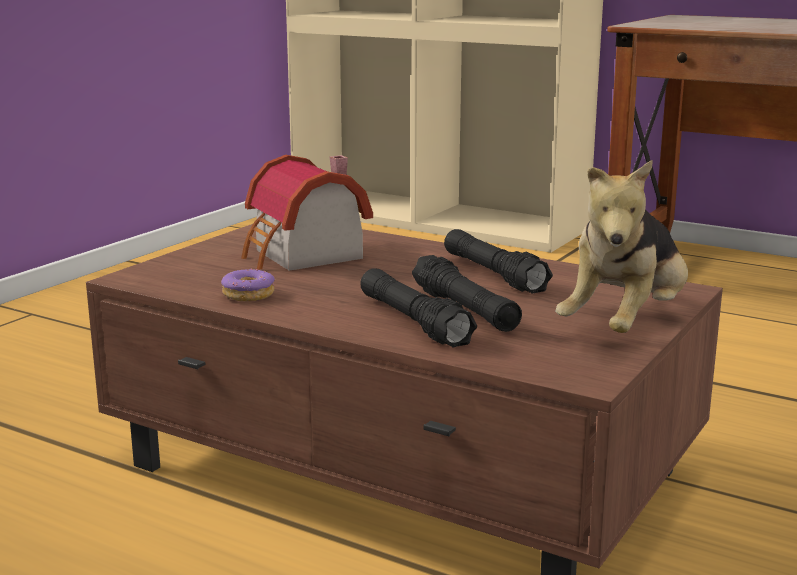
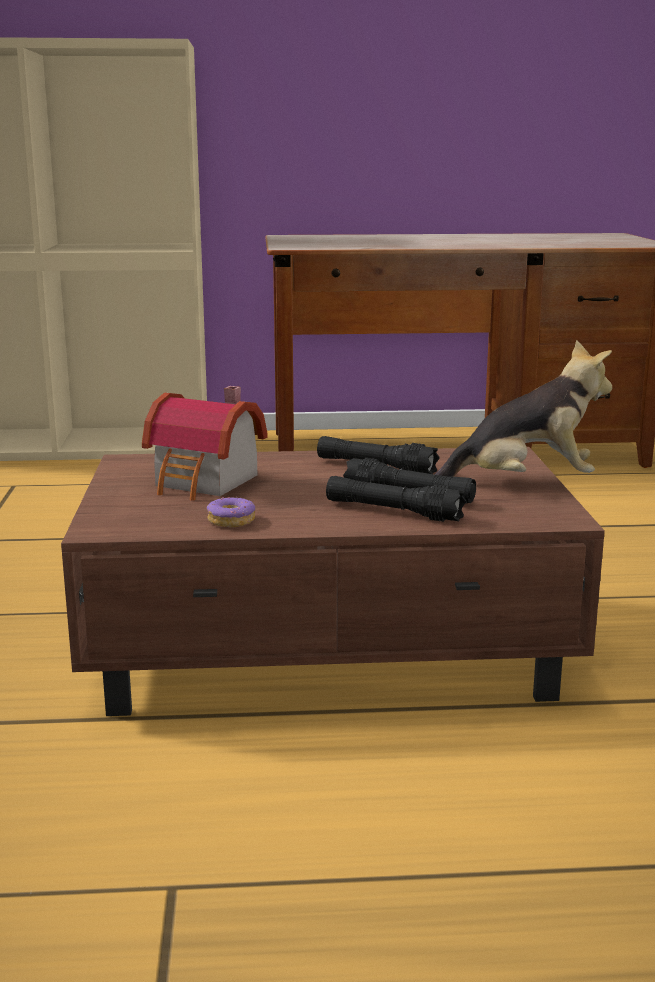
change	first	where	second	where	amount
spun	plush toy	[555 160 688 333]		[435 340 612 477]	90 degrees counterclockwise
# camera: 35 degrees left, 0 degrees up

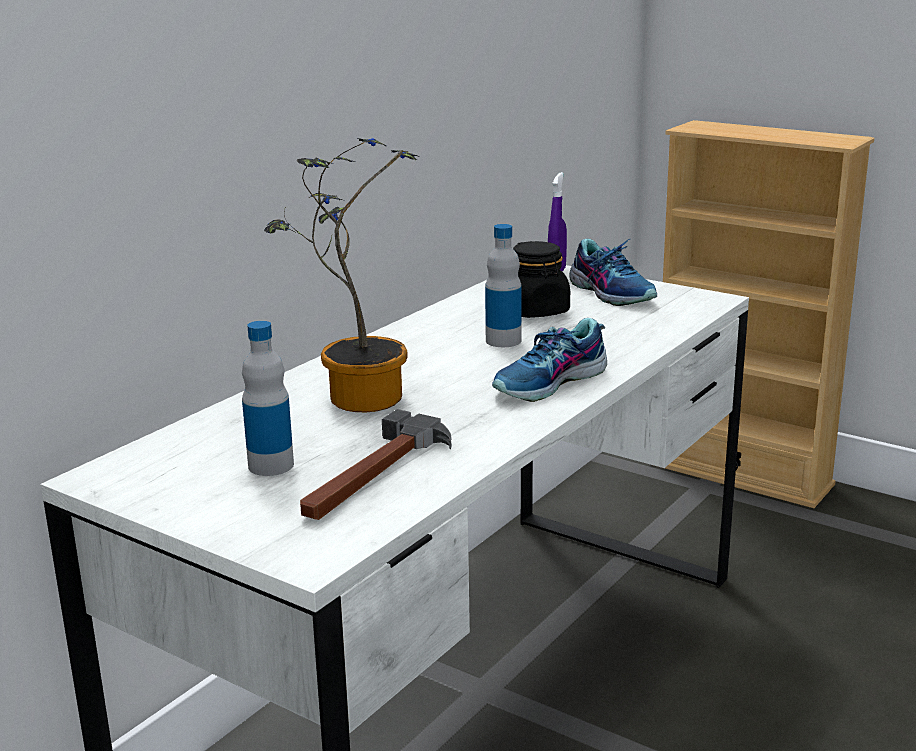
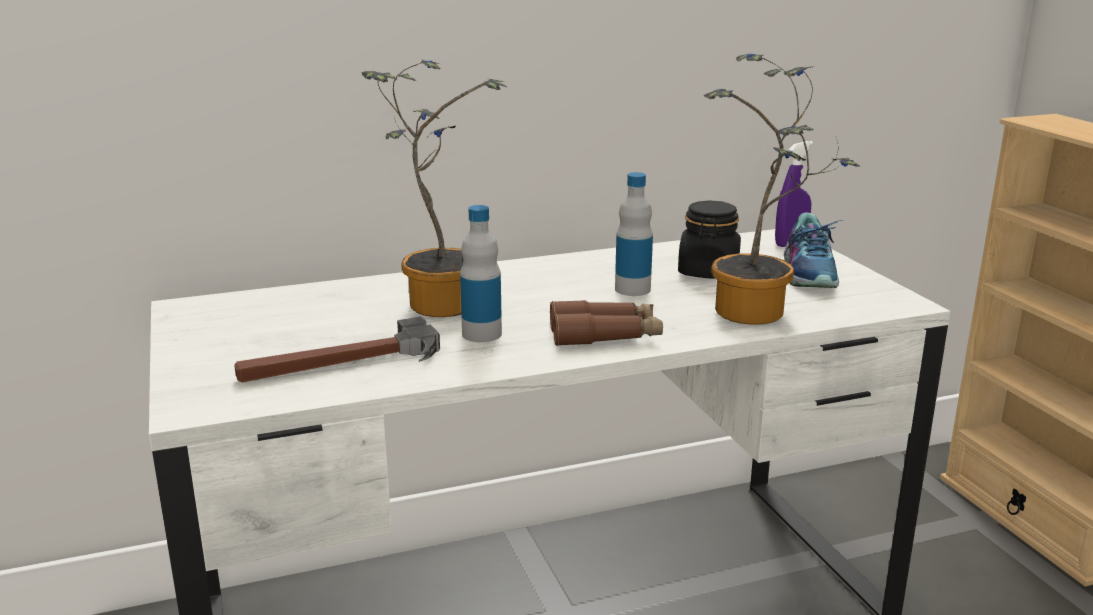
change	first	where	second	where	amount
exchanged	low shoe	[492 318 607 402]	brownish binoculars	[550 300 663 346]	
relocated	beverage bottle	[242 321 294 476]		[460 205 502 342]	
appeared			plant in a pot	[704 54 860 325]	
# camera: 35 degrees right, 0 degrees up

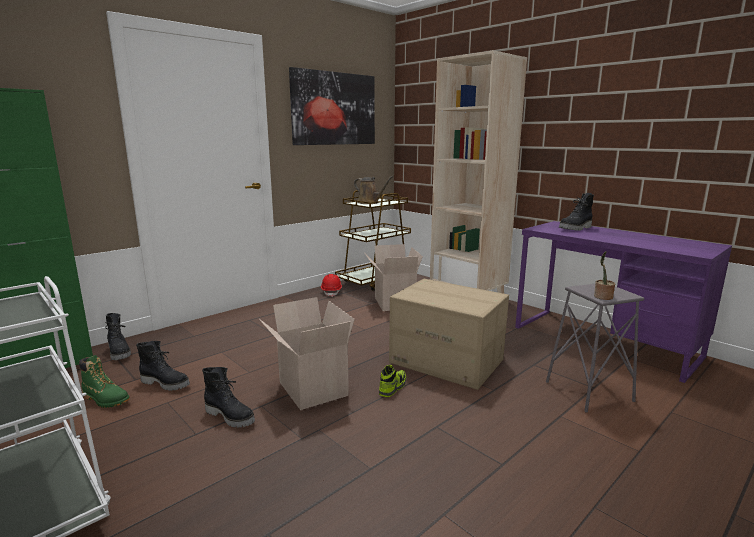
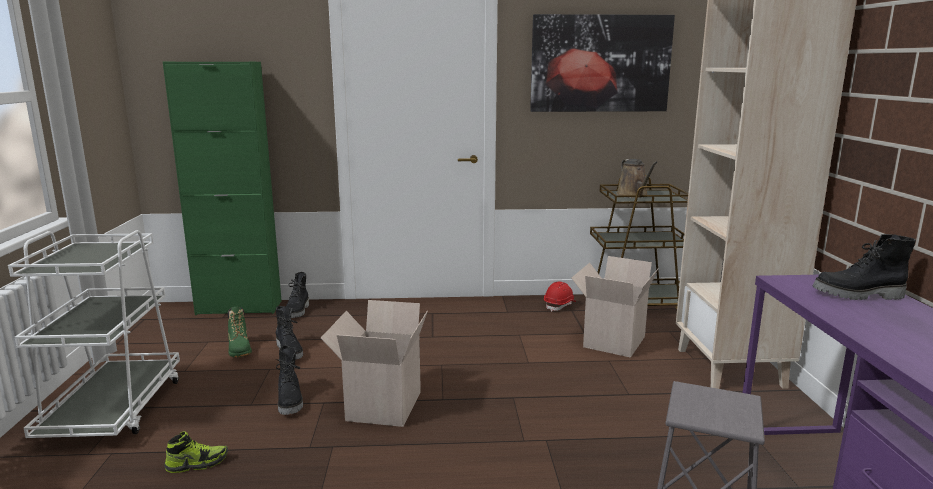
change	first	where	second	where	amount
missing	plant in a pot	[594 251 615 300]			
missing	carton	[389 279 509 390]			
relocated	low shoe	[379 365 406 397]		[164 431 228 473]	
# camera: 40 degrees right, 0 degrees up

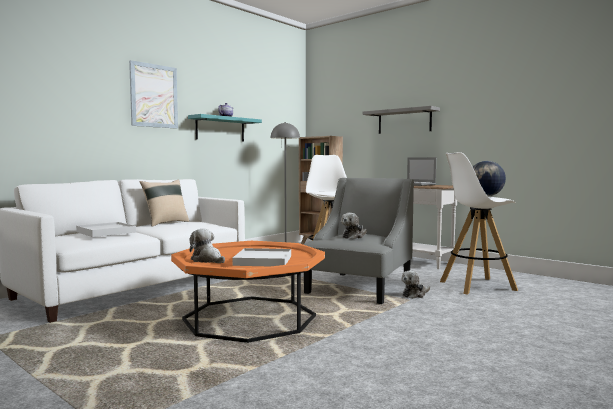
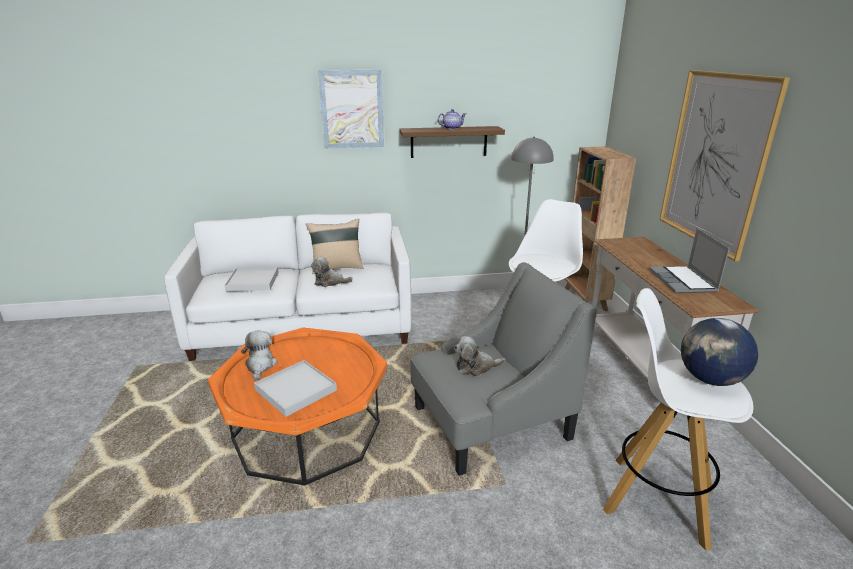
change	first	where	second	where	amount
exchanged	grey bracket shelf	[362 106 440 134]	picture	[659 70 790 261]	
colour	blue-green bracket shelf	[188 114 262 142]	brownish bracket shelf	[400 126 505 158]	
relocated	plush toy	[401 270 430 299]		[311 257 353 287]	
# camera: 40 degrees right, 20 degrees up

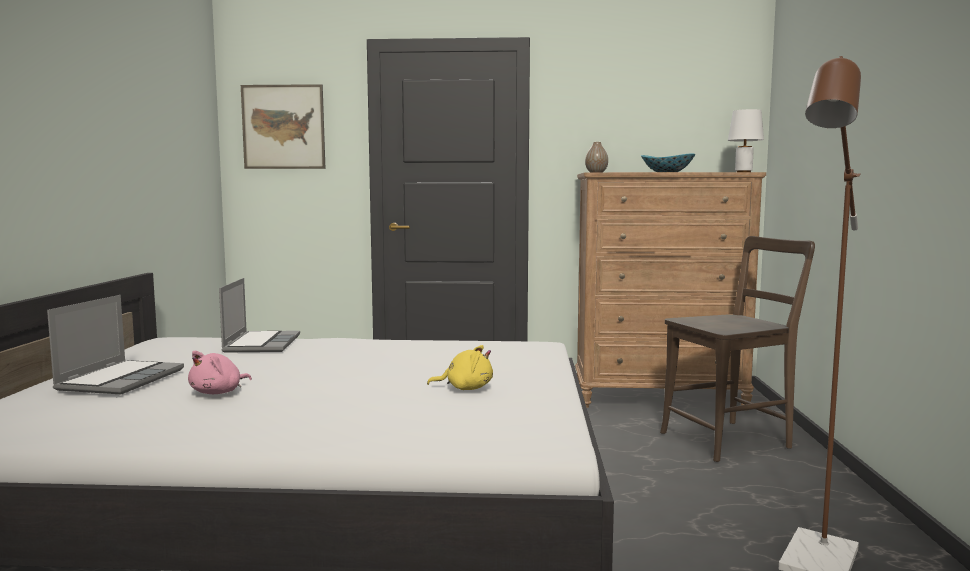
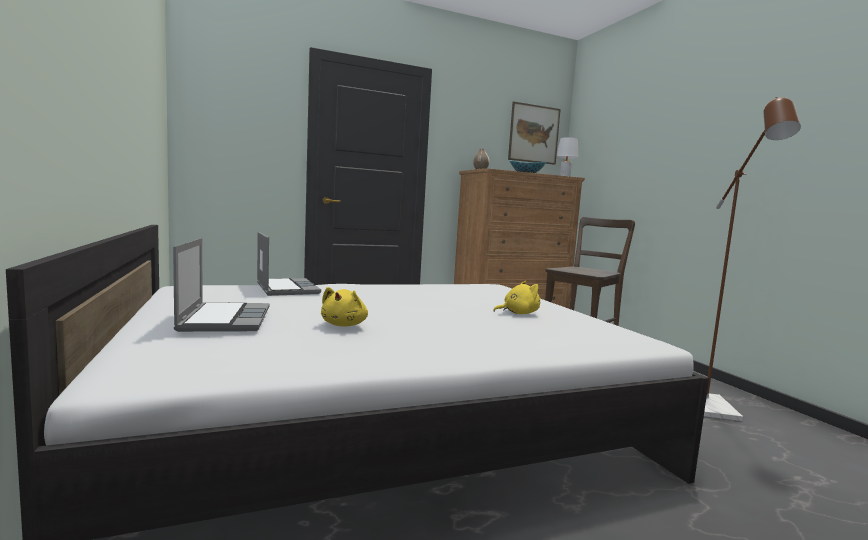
change	first	where	second	where	amount
relocated	picture	[241 84 326 169]		[508 101 561 165]	
colour	pink plush toy	[188 351 252 394]	yellow plush toy	[321 287 368 326]	
# camera: 25 degrees left, 0 degrees up

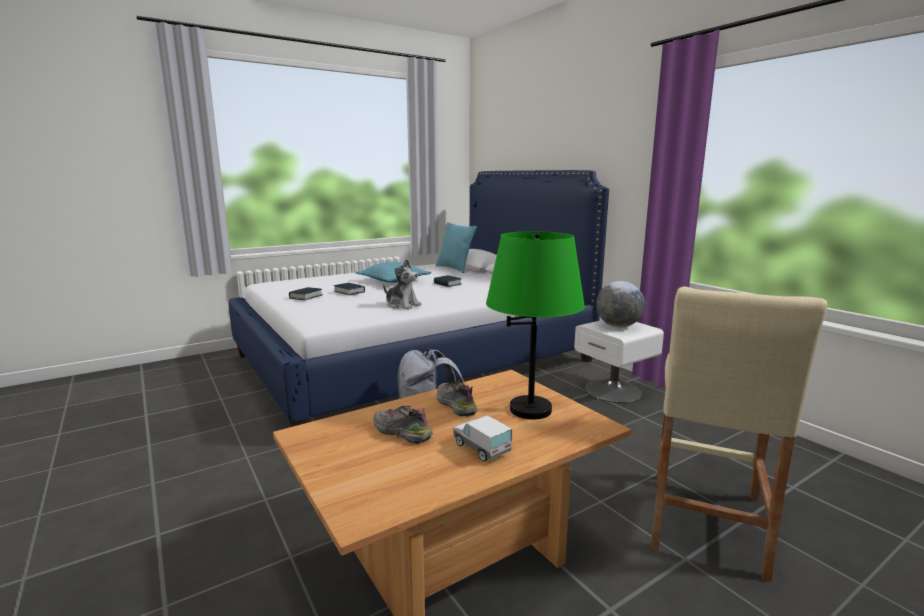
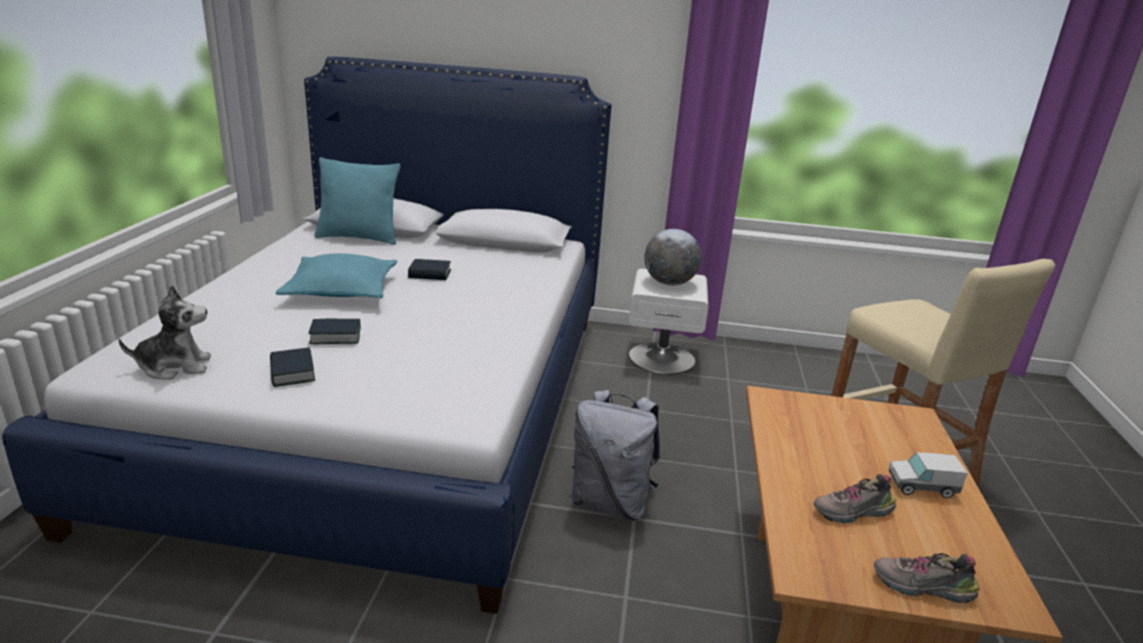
change	first	where	second	where	amount
missing	greenish table lamp	[486 231 585 420]			
relocated	plush toy	[383 259 421 309]		[118 285 211 380]	
relocated	low shoe	[437 381 477 416]		[874 553 980 603]	
# camera: 50 degrees left, 10 degrees up

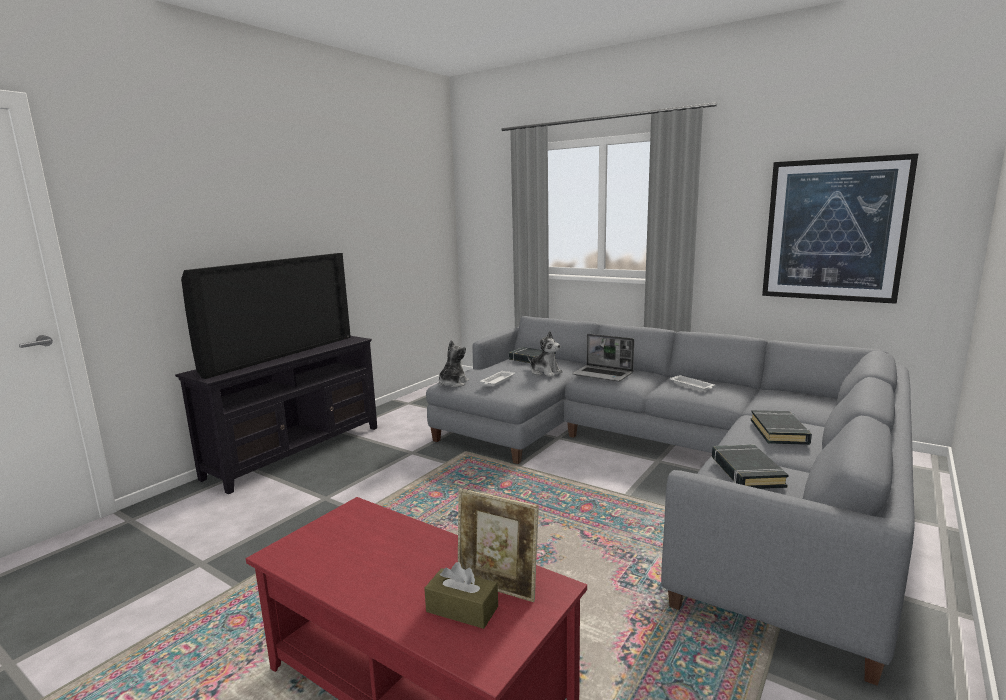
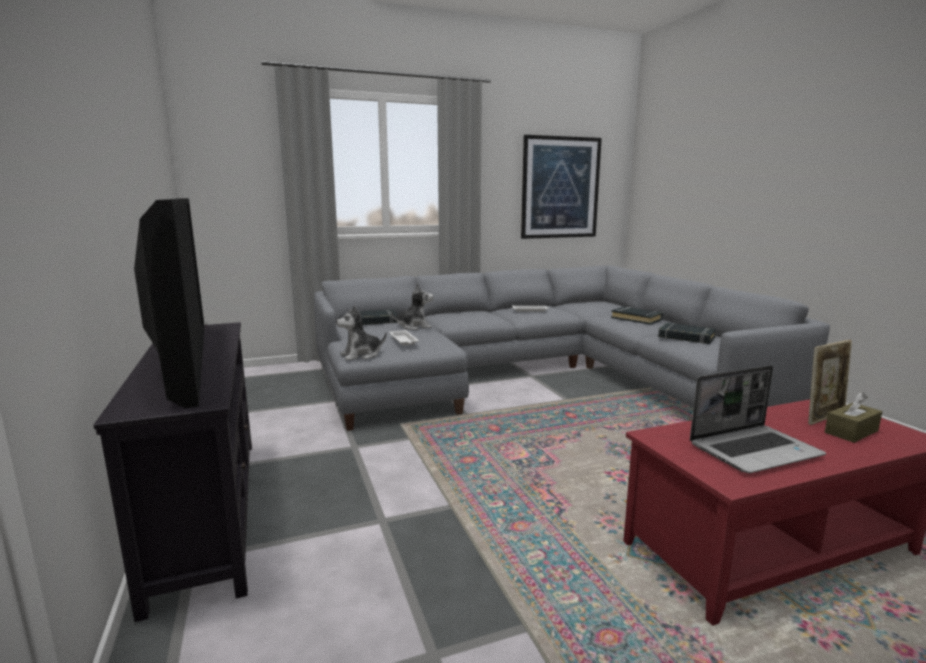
change	first	where	second	where	amount
relocated	laptop	[572 334 634 382]		[690 365 826 473]	
spun	plush toy	[439 340 469 388]		[336 305 387 360]	90 degrees counterclockwise
# camera: 55 degrees left, 0 degrees up

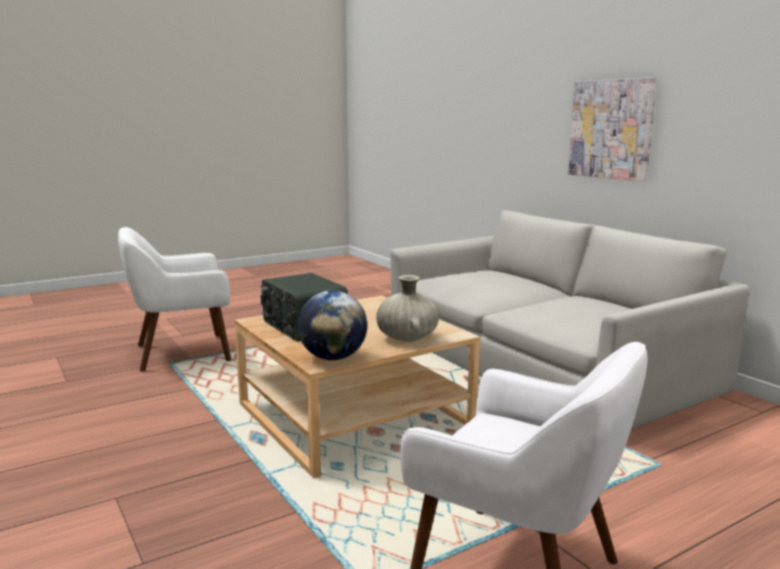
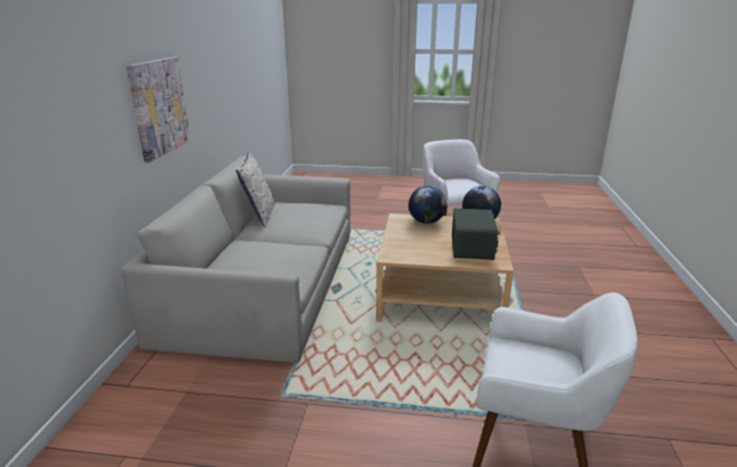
change	first	where	second	where	amount
exchanged	sand-coloured decorative vase	[376 275 439 342]	desk globe	[408 186 447 224]	
appeared			throw pillow	[236 152 275 228]	
# camera: 140 degrees left, 10 degrees up

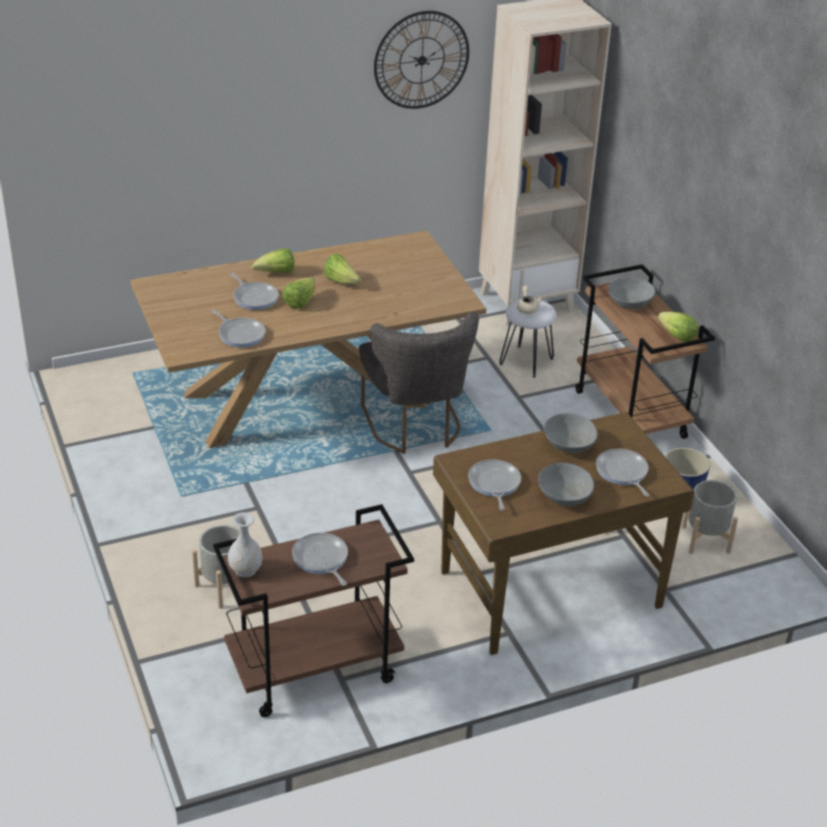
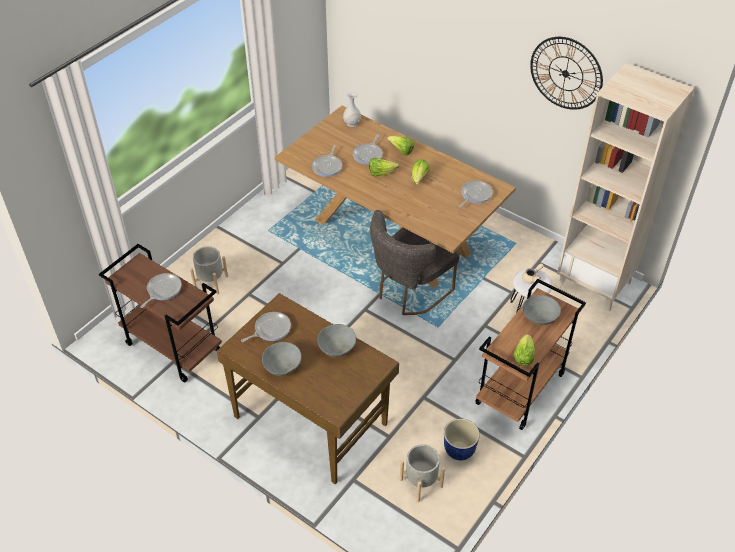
change	first	where	second	where	amount
relocated	pan	[596 449 649 496]		[459 180 493 208]	
relocated	white decorative vase	[228 512 262 578]		[343 92 361 127]	
# camera: 60 degrees right, 10 degrees up

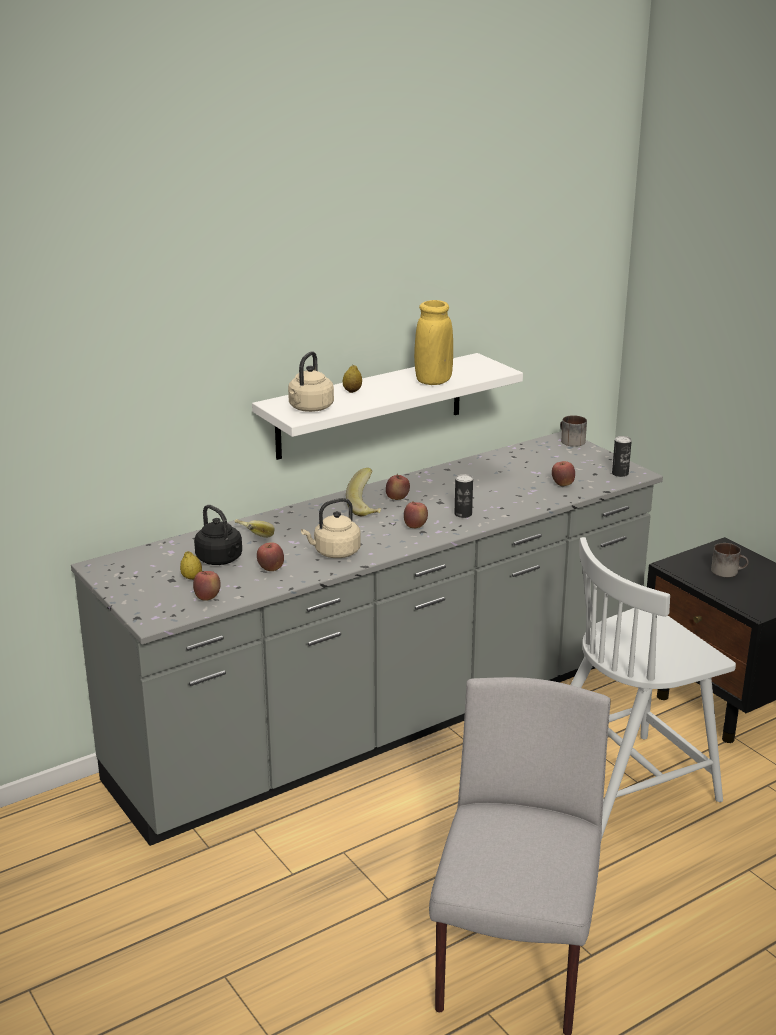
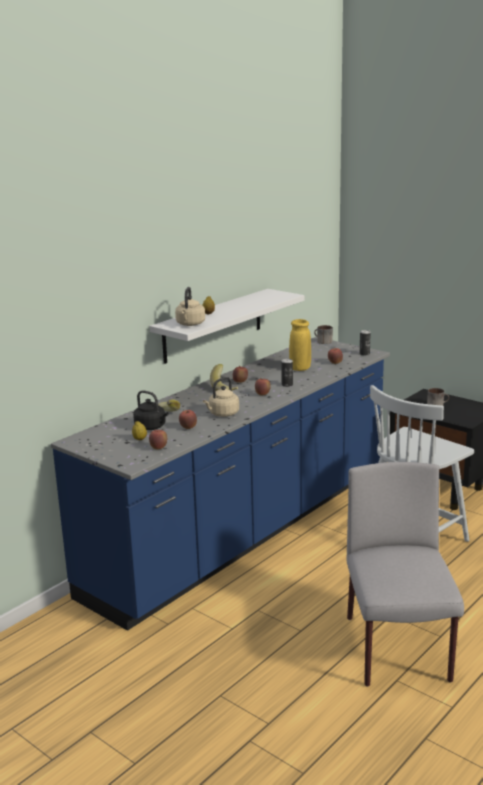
change	first	where	second	where	amount
relocated	yellow decorative vase	[414 300 453 385]		[289 319 311 371]	
colour	grey kitchen counter	[71 431 663 846]	blue-coloured kitchen counter	[51 337 390 631]	
# camera: 15 degrees left, 5 degrees down

